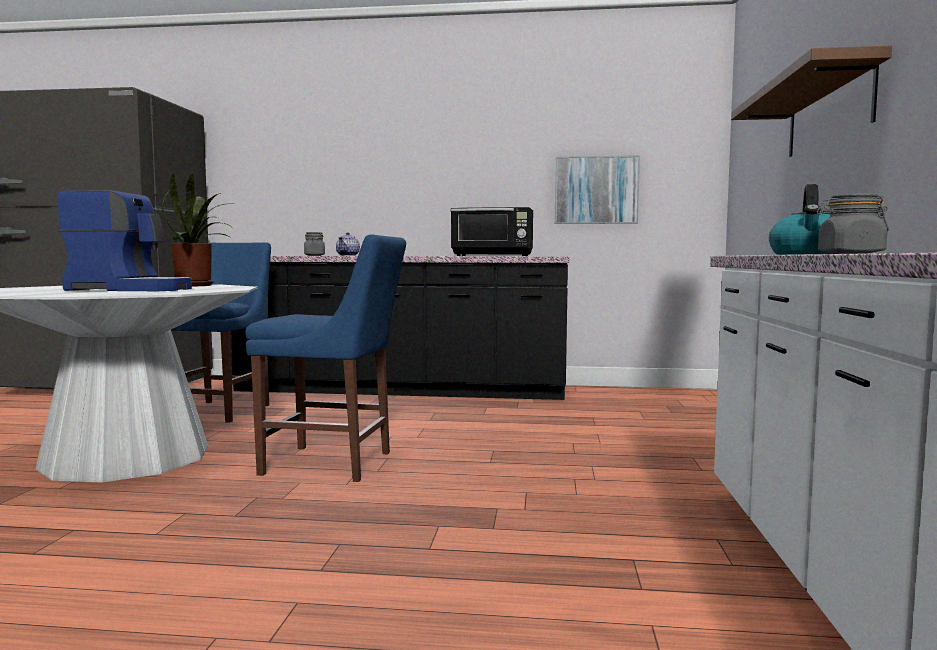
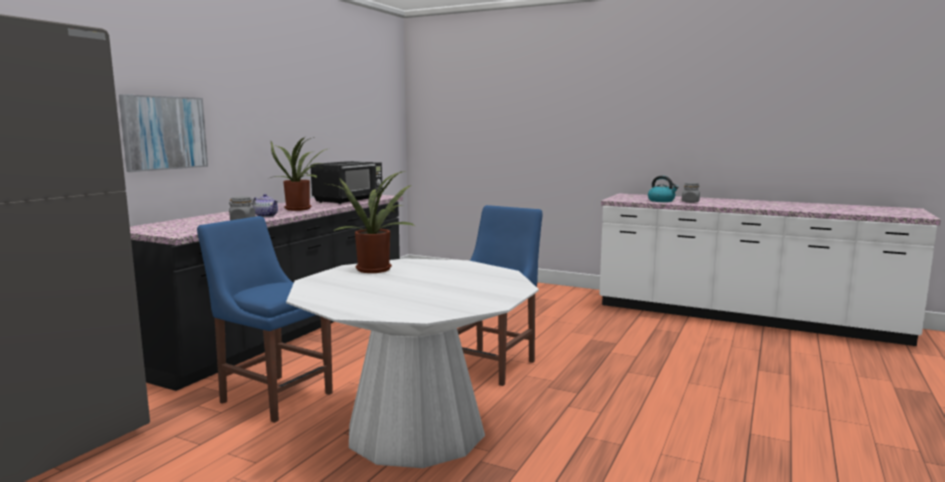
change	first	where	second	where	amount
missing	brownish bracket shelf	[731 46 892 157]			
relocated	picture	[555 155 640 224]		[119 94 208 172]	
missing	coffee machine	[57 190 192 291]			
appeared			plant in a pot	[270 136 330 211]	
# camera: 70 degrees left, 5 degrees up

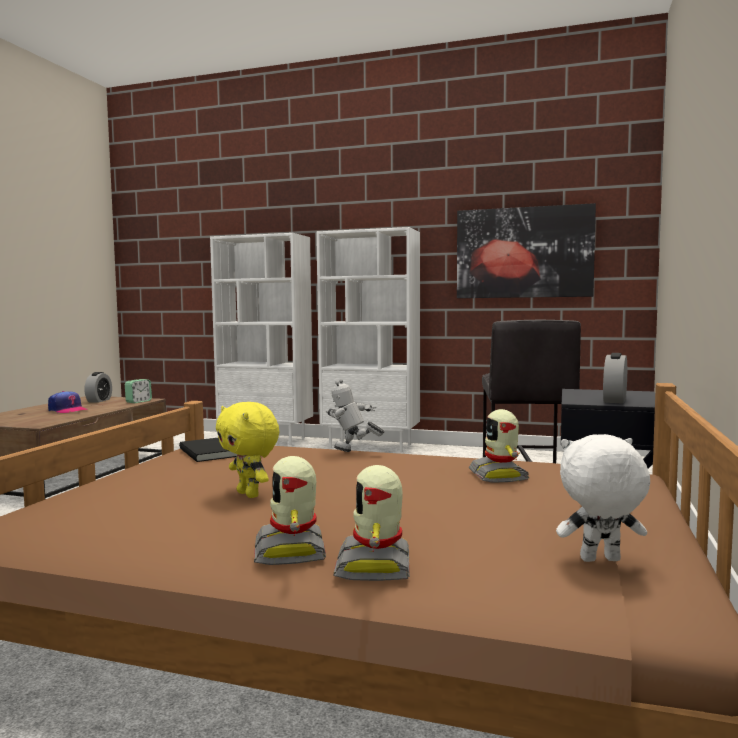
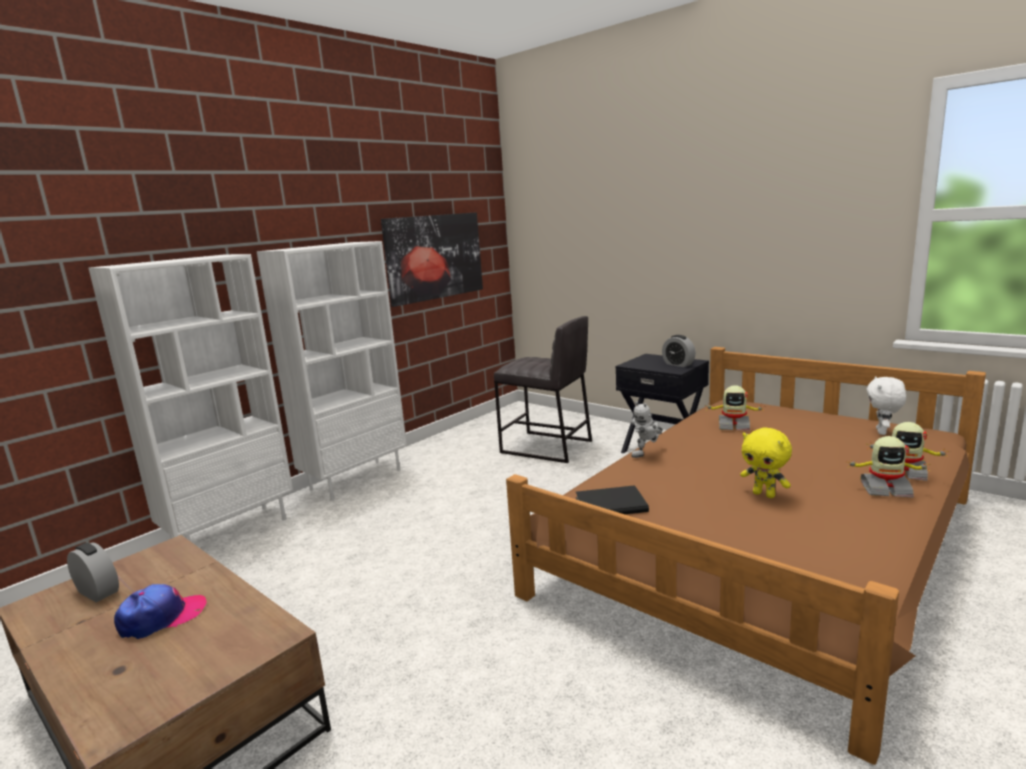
change	first	where	second	where	amount
missing	alarm clock	[125 379 152 403]			
spun	yellow plush toy	[216 402 279 498]		[740 428 792 498]	60 degrees clockwise
# camera: 65 degrees left, 10 degrees up

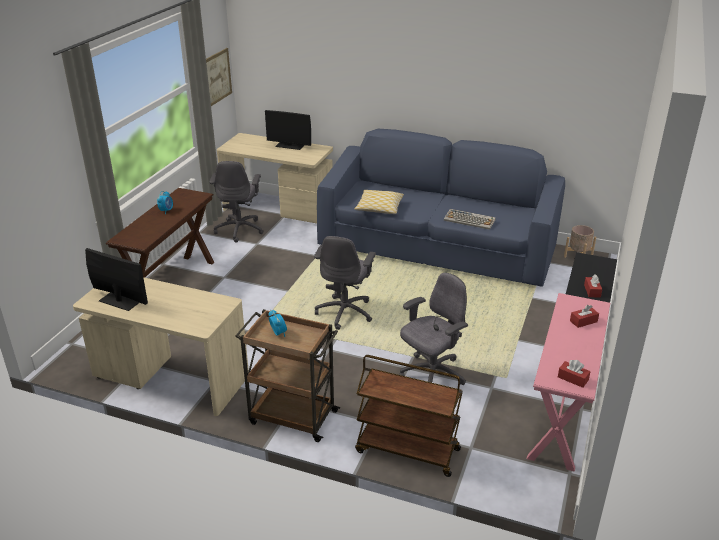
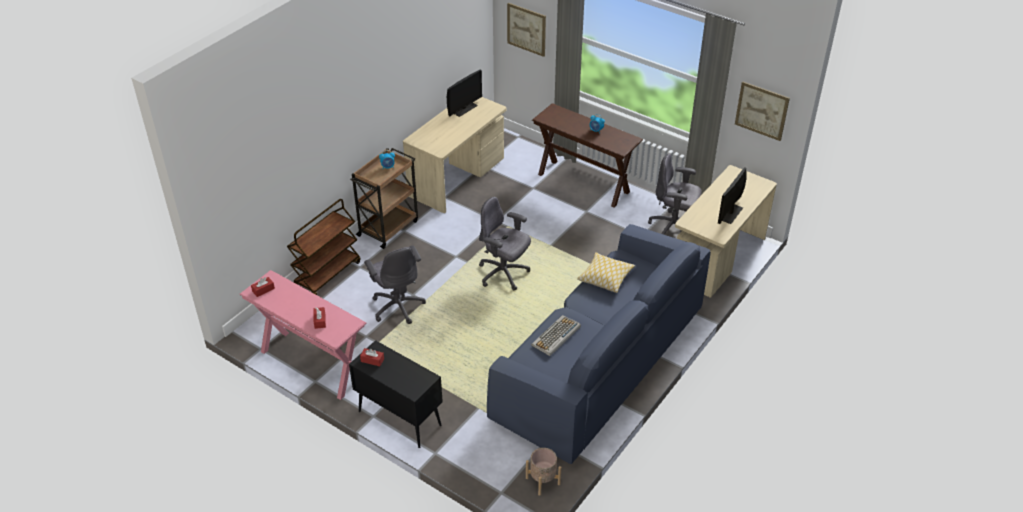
change	first	where	second	where	amount
appeared			picture	[507 3 546 57]	
# camera: 105 degrees right, 10 degrees up

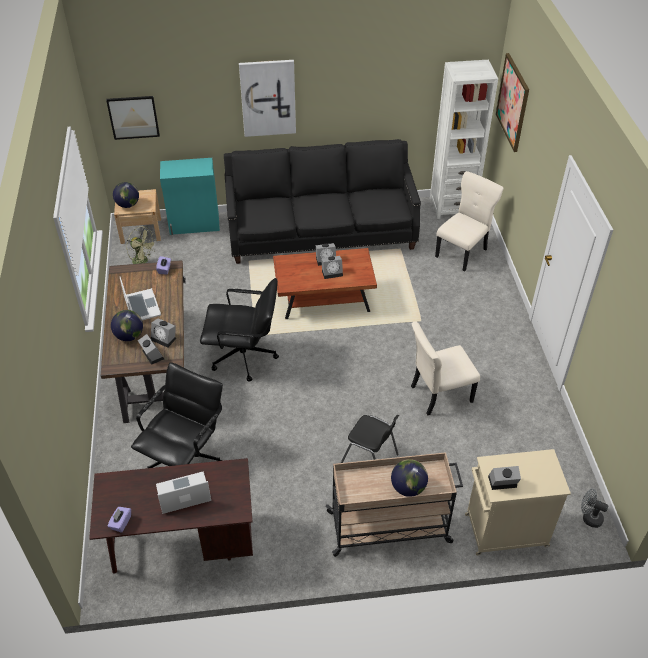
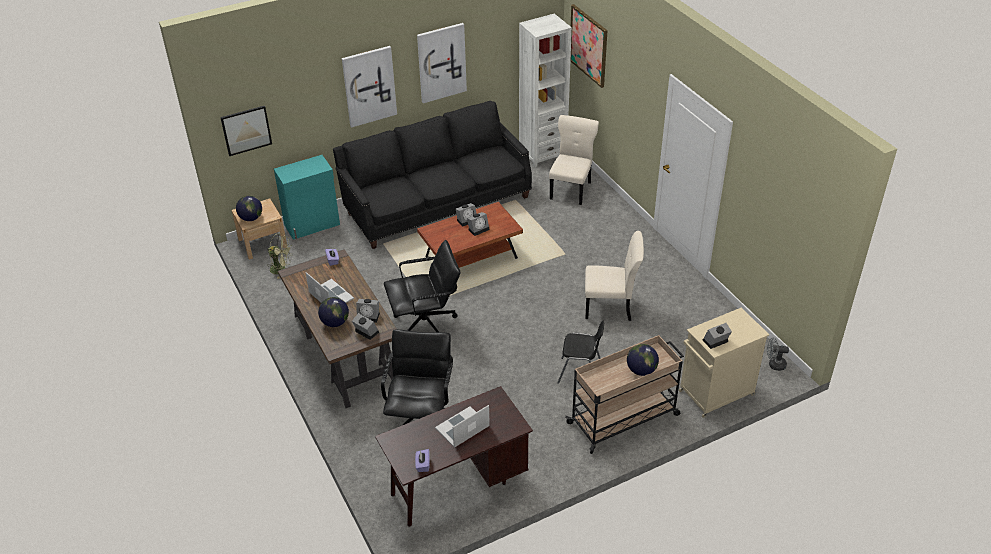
change	first	where	second	where	amount
spun	sand-coloured upright chair	[411 321 480 416]		[585 231 644 321]	135 degrees counterclockwise
appeared			picture	[417 23 467 103]	
# camera: 20 degrees left, 5 degrees down

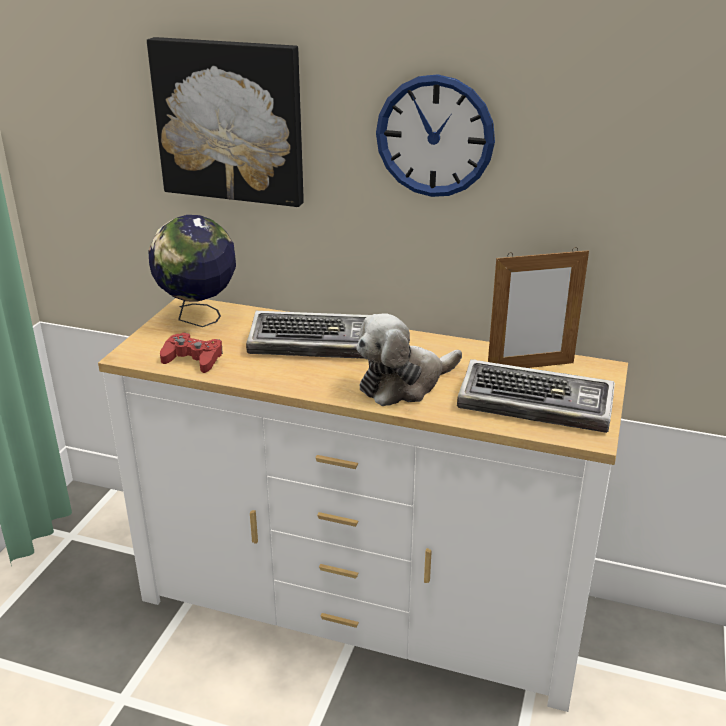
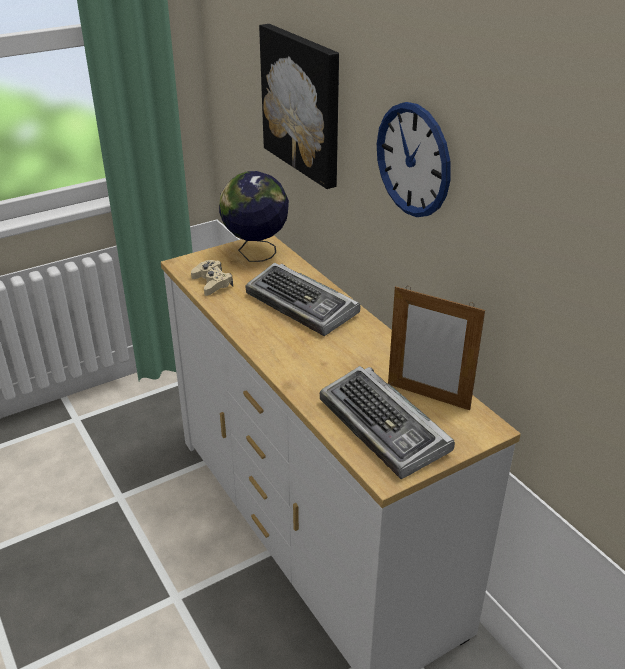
change	first	where	second	where	amount
missing	plush toy	[356 313 462 406]			
colour	reddish game controller	[160 333 223 373]	sand-coloured game controller	[191 260 233 296]	
# camera: 40 degrees right, 5 degrees up

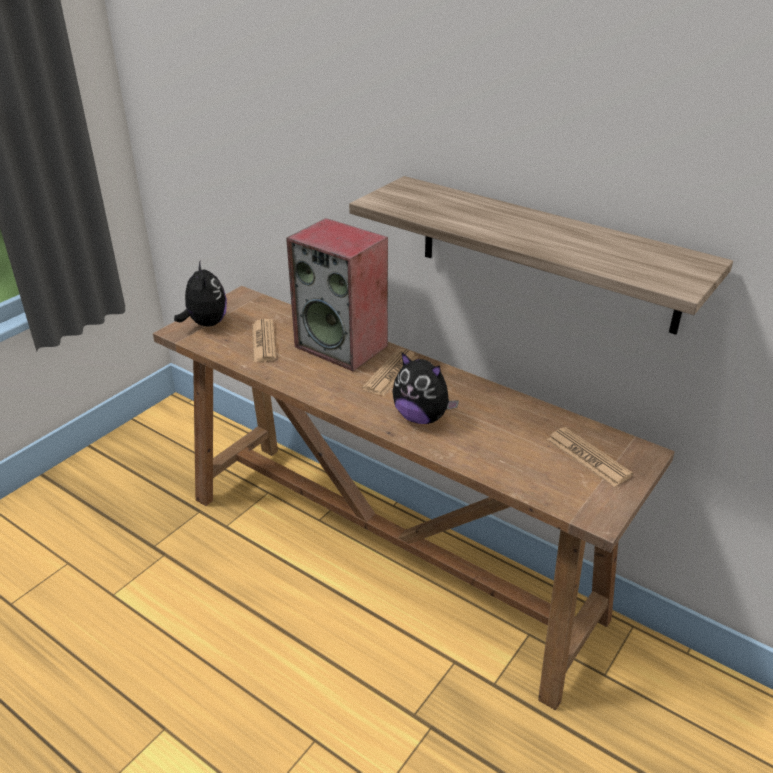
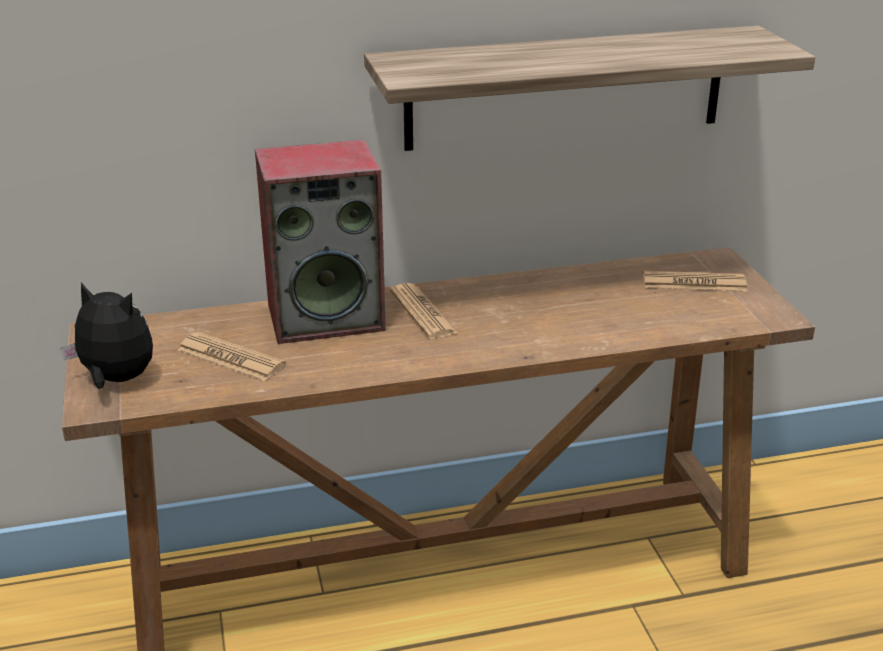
change	first	where	second	where	amount
missing	plush toy	[392 352 459 424]			
# camera: 50 degrees left, 5 degrees down

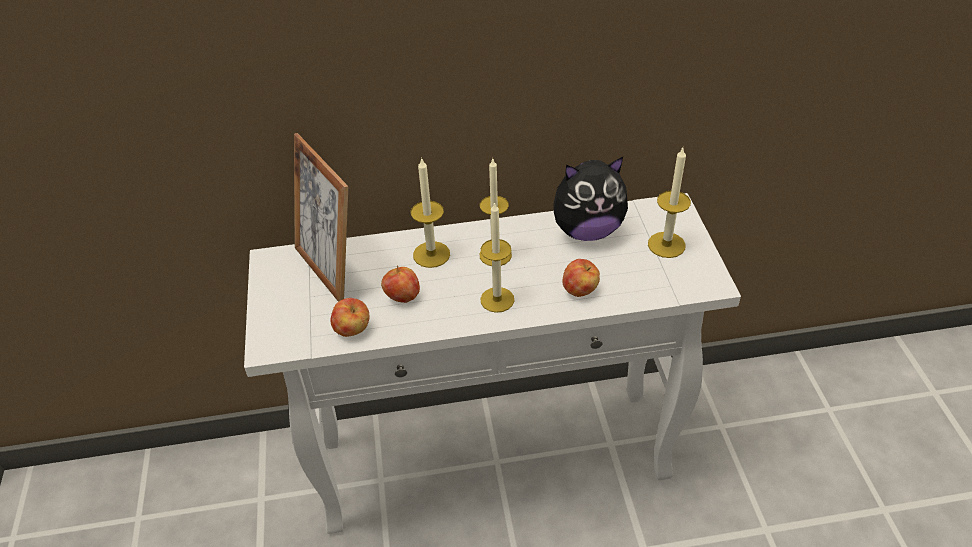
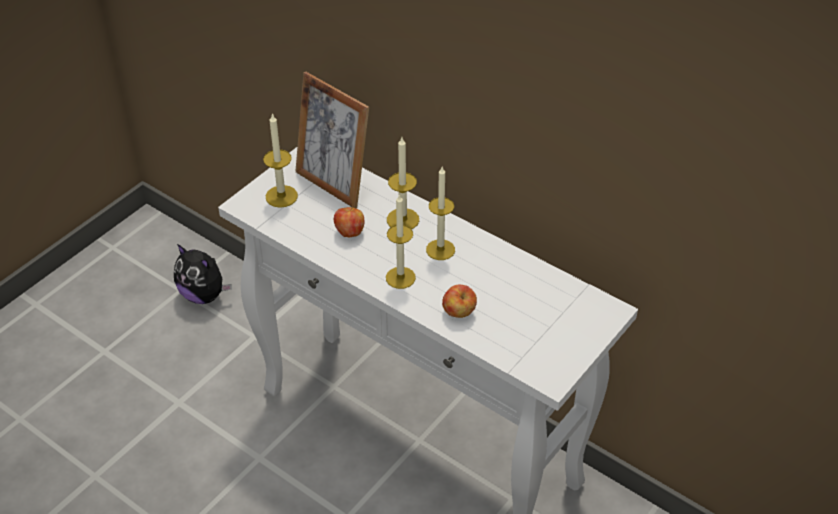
change	first	where	second	where	amount
spun	picture frame	[294 133 348 302]		[295 72 369 208]	60 degrees counterclockwise
relocated	candle	[648 148 691 258]		[263 113 298 208]	
relocated	plush toy	[553 157 628 241]		[174 244 232 304]	
missing	apple fruit	[330 298 370 337]			
# camera: 45 degrees right, 0 degrees up

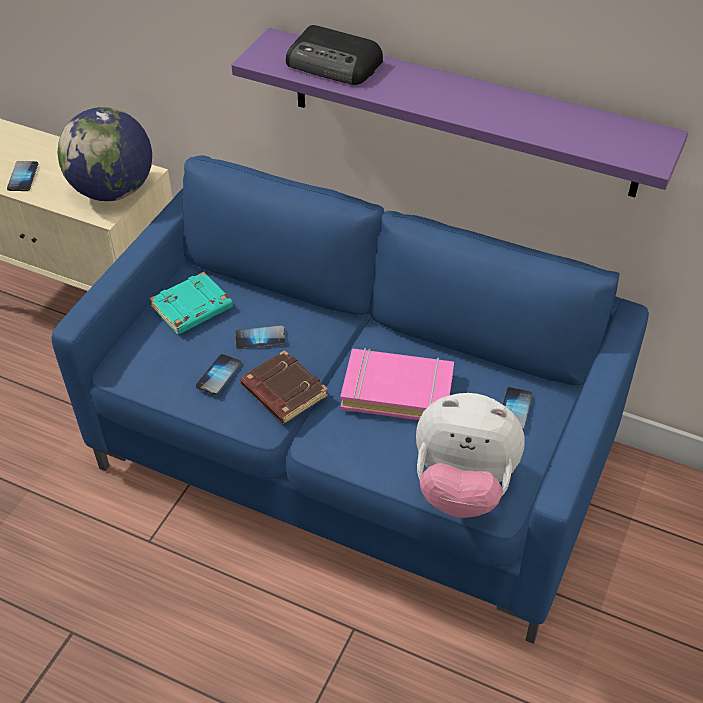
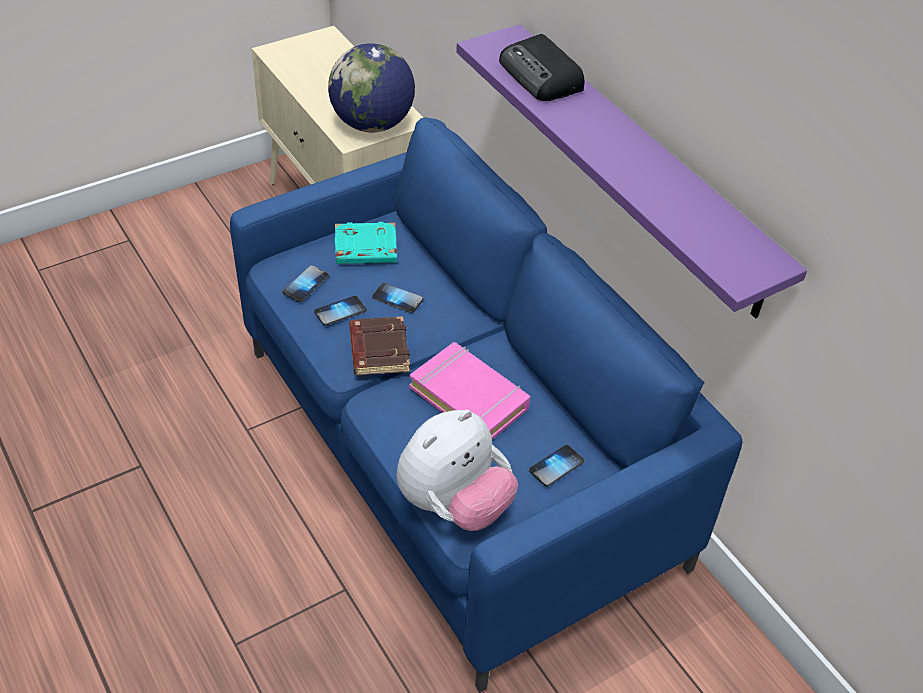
change	first	where	second	where	amount
relocated	telephone	[7 161 38 191]		[283 265 329 302]	
spun	plush toy	[416 393 525 518]		[397 410 518 531]	90 degrees counterclockwise
# camera: 30 degrees right, 0 degrees up

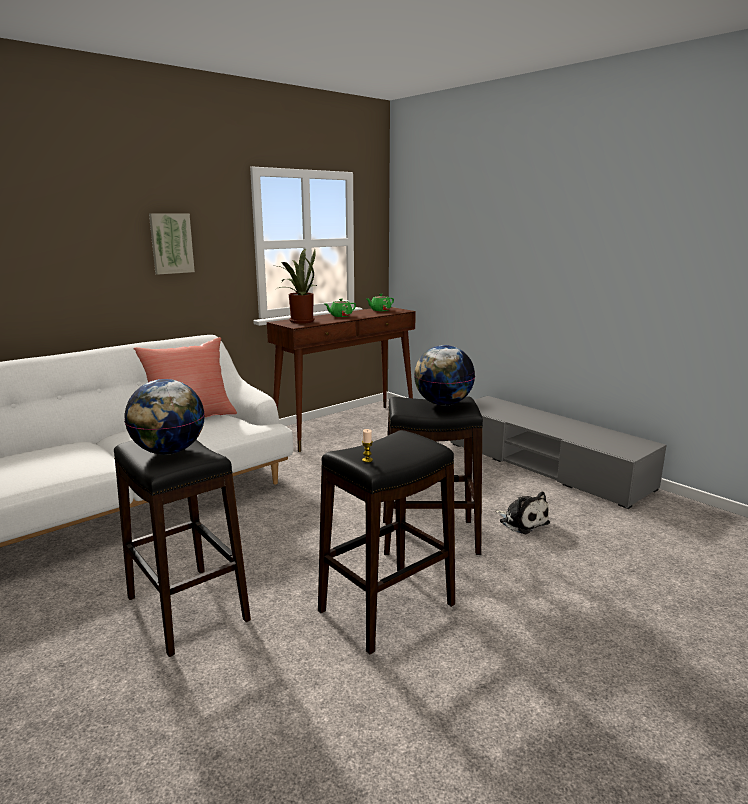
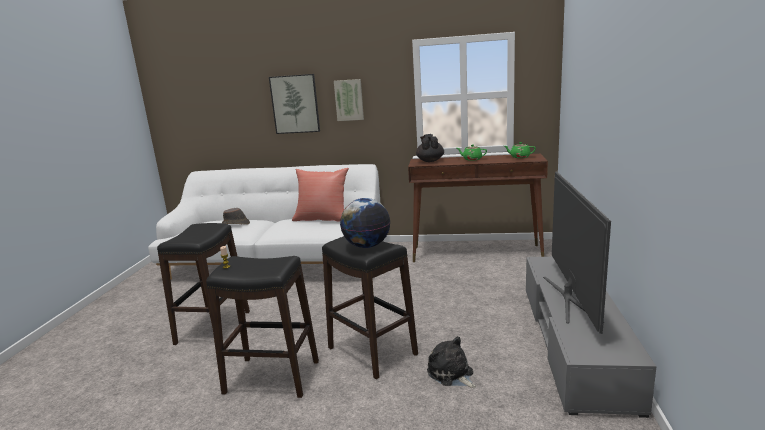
change	first	where	second	where	amount
exchanged	plant in a pot	[276 249 317 324]	blackish tea pot	[416 134 444 162]	
missing	desk globe	[124 379 205 455]			
spun	plush toy	[495 492 550 534]		[427 336 476 388]	135 degrees clockwise
appeared			picture	[269 74 320 134]	
appeared			television	[543 171 611 334]	
appeared			brownish clothing hat	[222 208 250 225]	
# camera: 50 degrees right, 0 degrees up

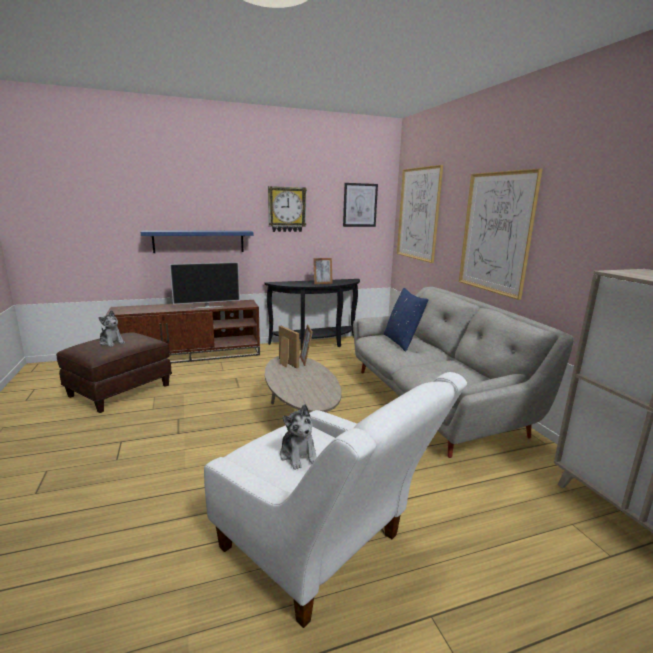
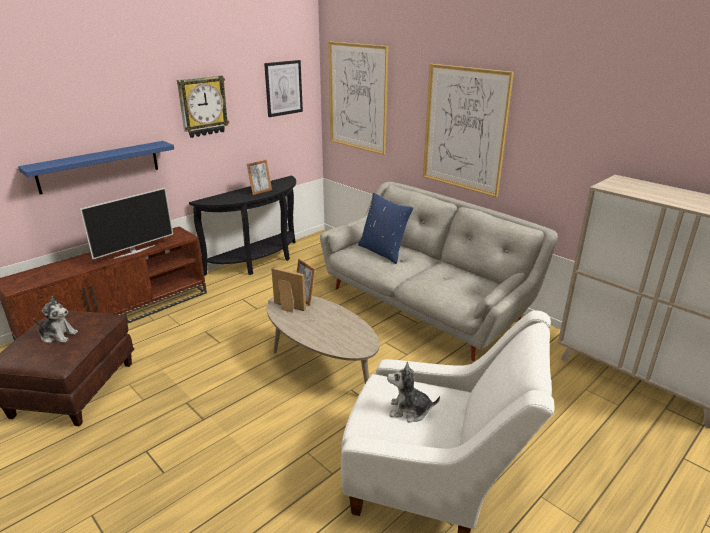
change	first	where	second	where	amount
spun	plush toy	[280 404 317 470]		[387 361 440 422]	150 degrees clockwise
# camera: 25 degrees left, 10 degrees up

